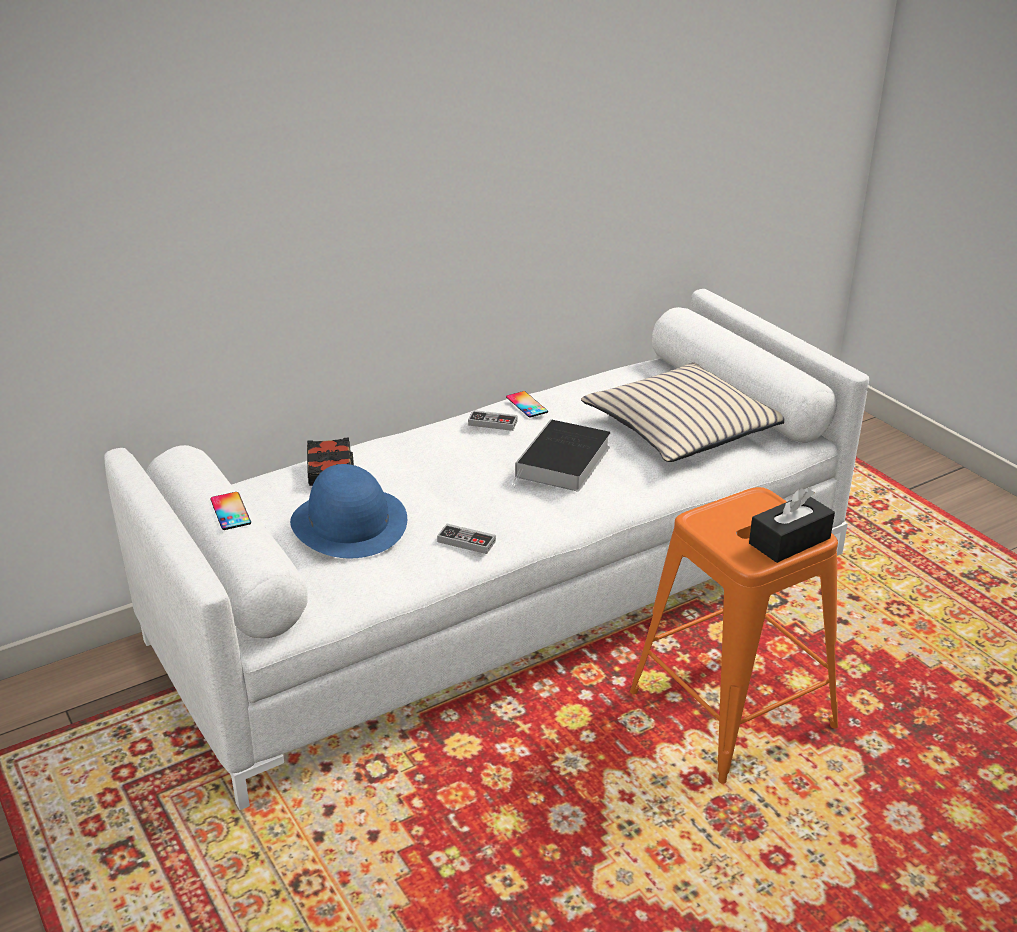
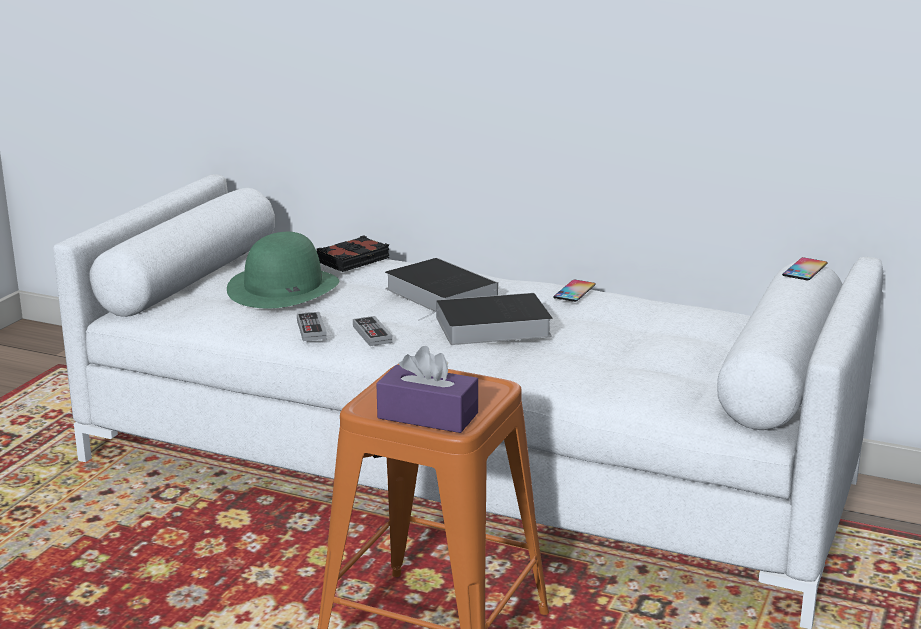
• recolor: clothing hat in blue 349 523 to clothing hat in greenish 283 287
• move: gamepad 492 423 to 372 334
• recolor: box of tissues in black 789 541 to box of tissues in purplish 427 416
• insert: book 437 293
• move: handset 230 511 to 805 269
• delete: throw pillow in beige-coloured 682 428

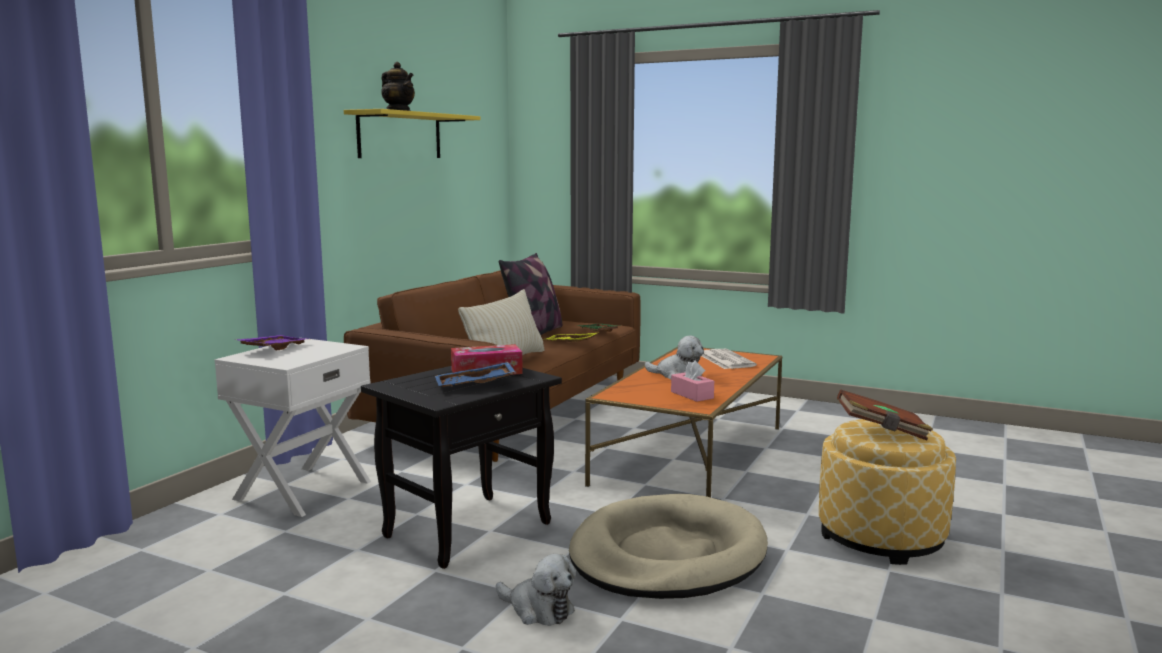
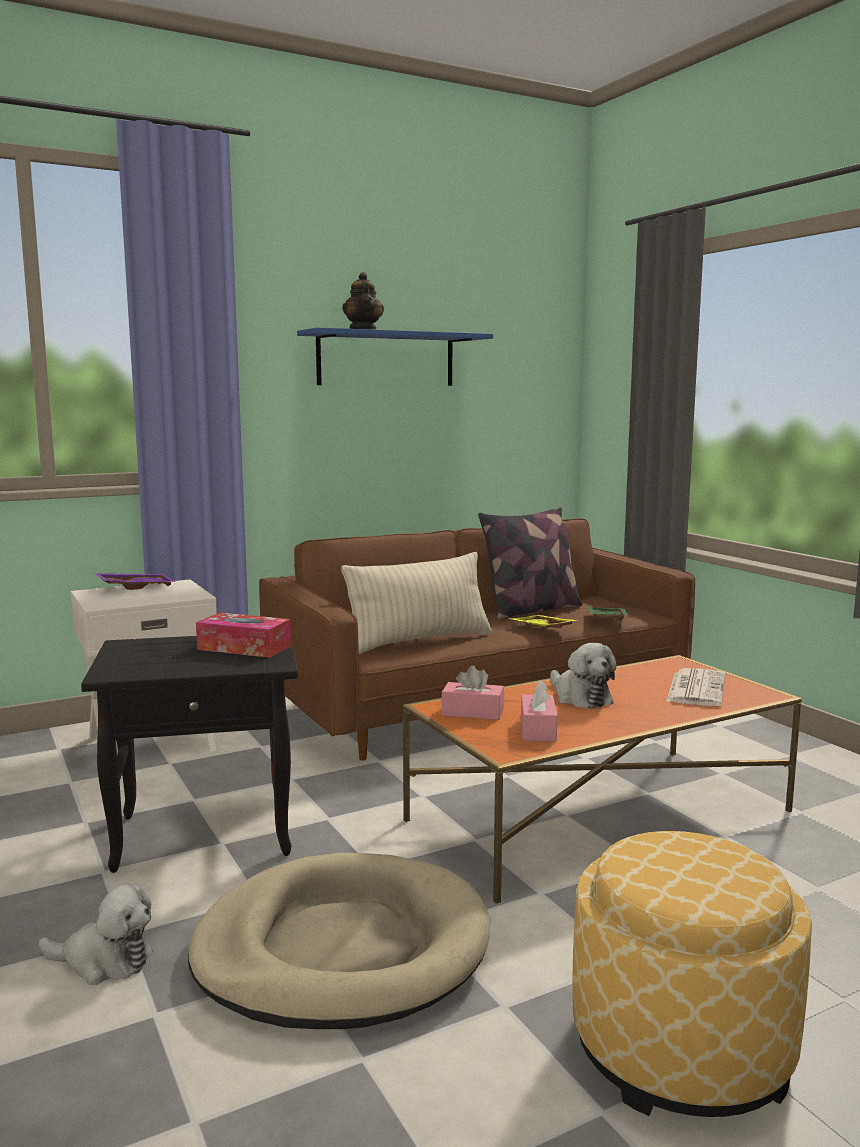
• rotate: cuddly toy 538 609 = 104 961 60 degrees counterclockwise
• recolor: wall shelf in yellowish 400 136 to wall shelf in blue 386 359
• insert: box of tissues in pinkish 472 712
• delete: serving tray in blue 475 385
• delete: book in brown-coloured 882 431

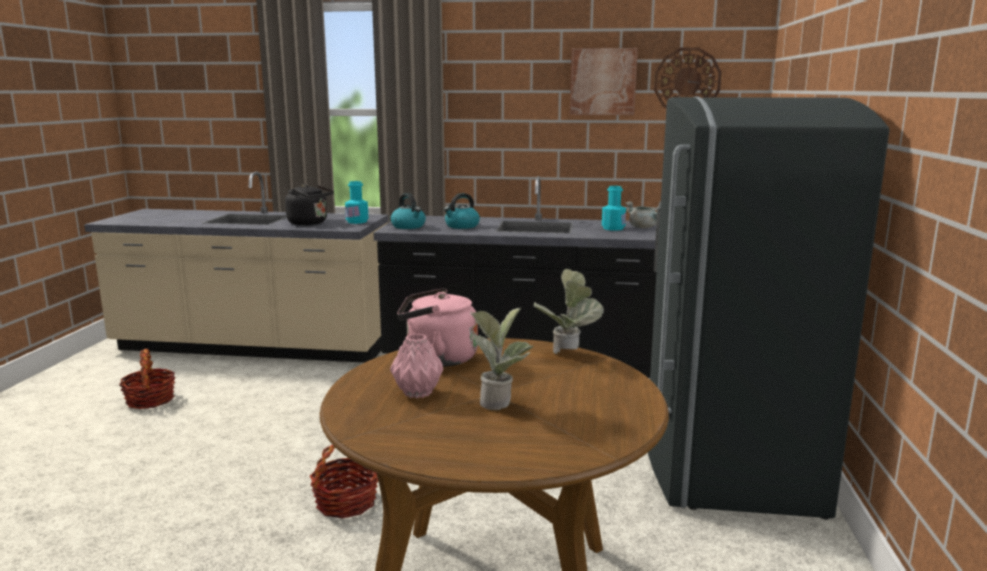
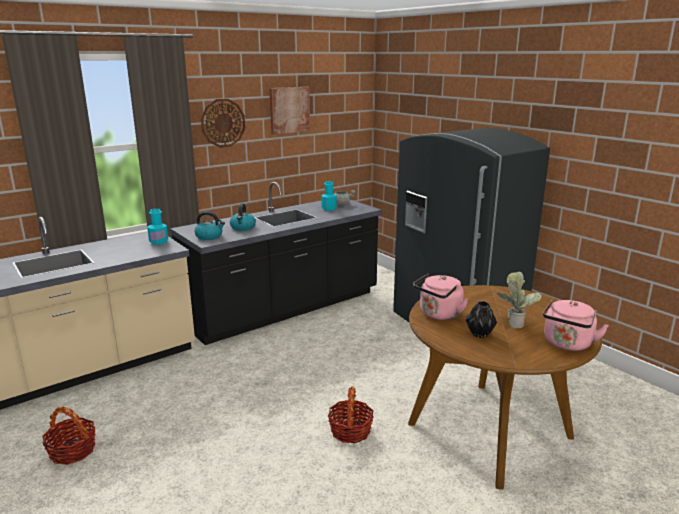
• move: hanging clock 687 81 to 223 123
• recolor: decorative vase in pinkish 418 393 to decorative vase in black 480 334
• insert: tea kettle in pinkish 567 344
• delete: tea kettle in black 310 223
• delete: potted plant 568 355

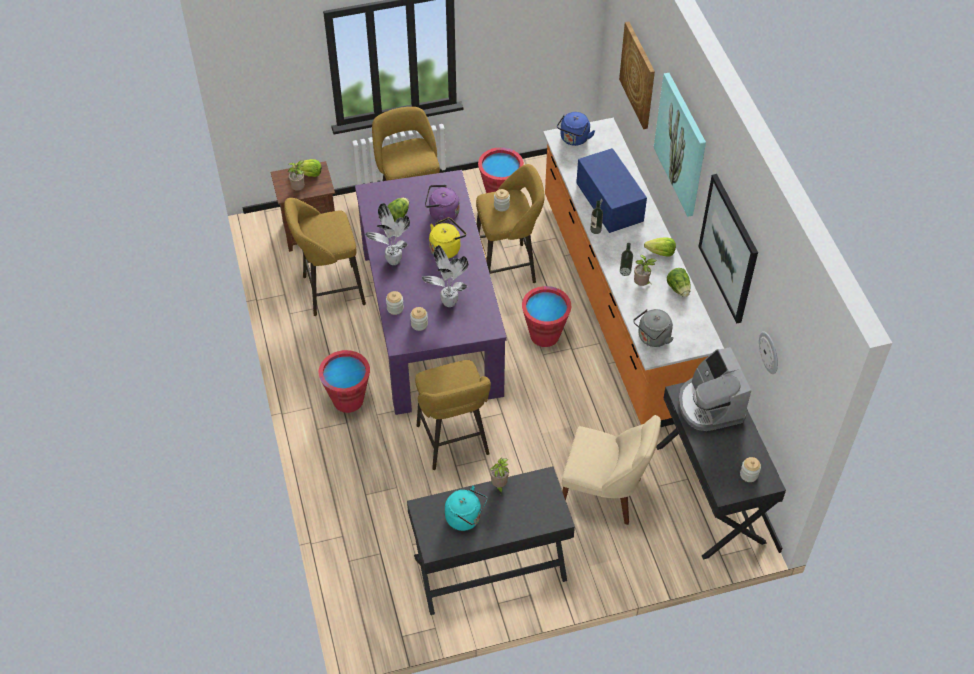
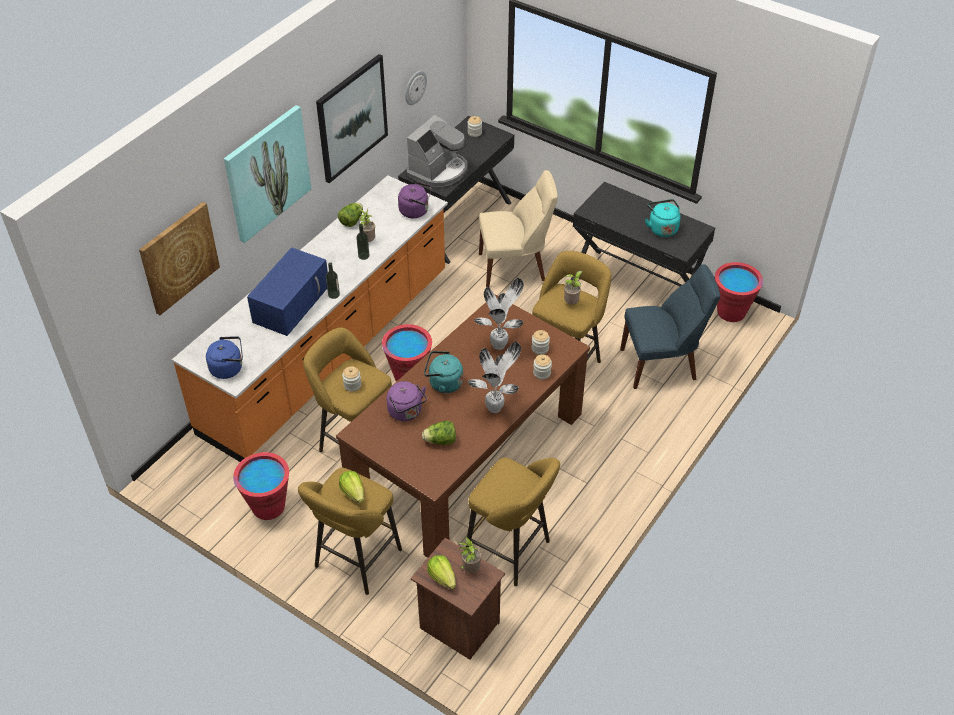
• recolor: dining table in purplish 430 319 to dining table in brown-coloured 467 456
• move: head of lettuce 660 253 to 353 492
• recolor: tea kettle in gray 652 338 to tea kettle in purplish 416 211
• recolor: tea kettle in yellowish 446 248 to tea kettle in turquoise 443 383
• rotate: chair in beige-coloured 604 494 = 515 267 105 degrees clockwise
• move: potted plant 499 485 to 572 303
• insert: chair in blue 662 364
• move: pail in red 348 400 to 731 312

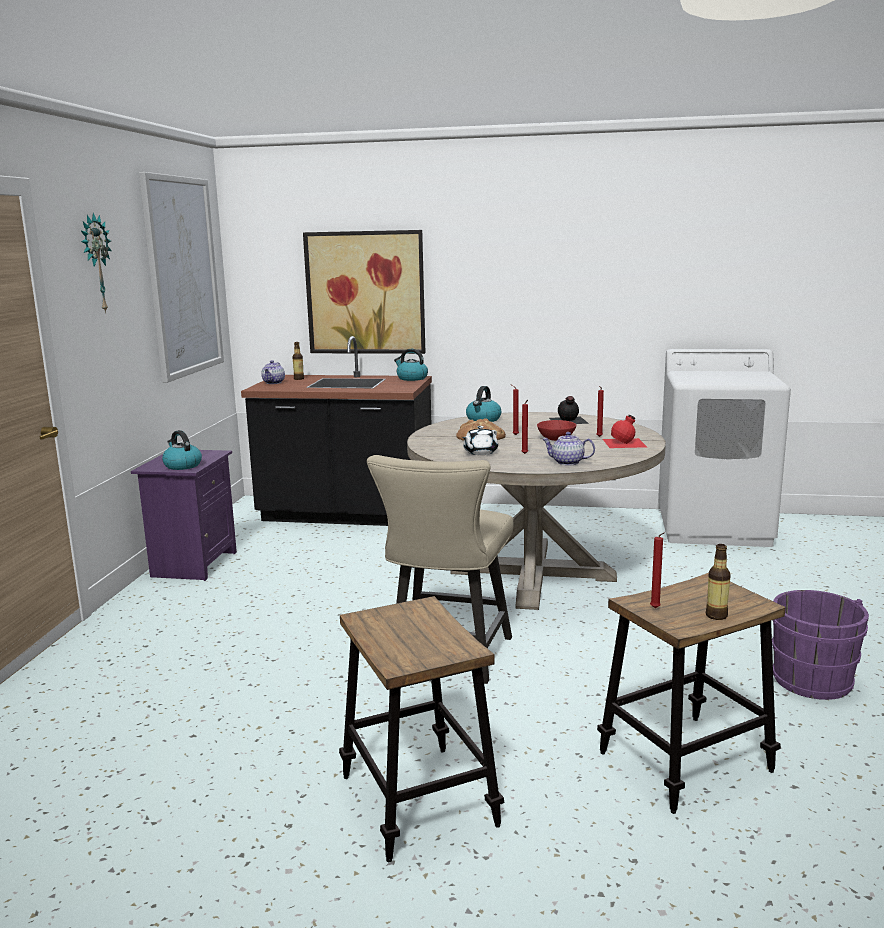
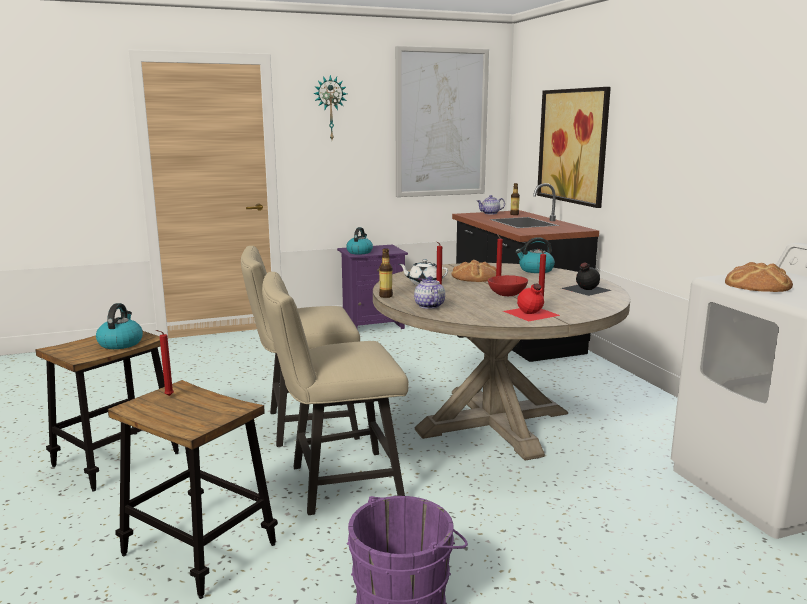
• move: tea kettle 411 378 to 120 343
• insert: chair in beige-coloured 336 484
• move: bottle 716 615 to 386 296
• insert: bread 758 285

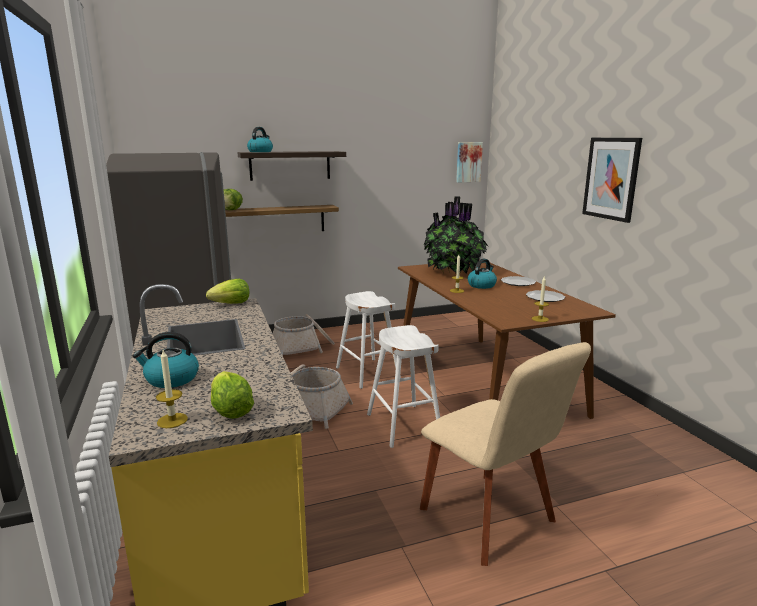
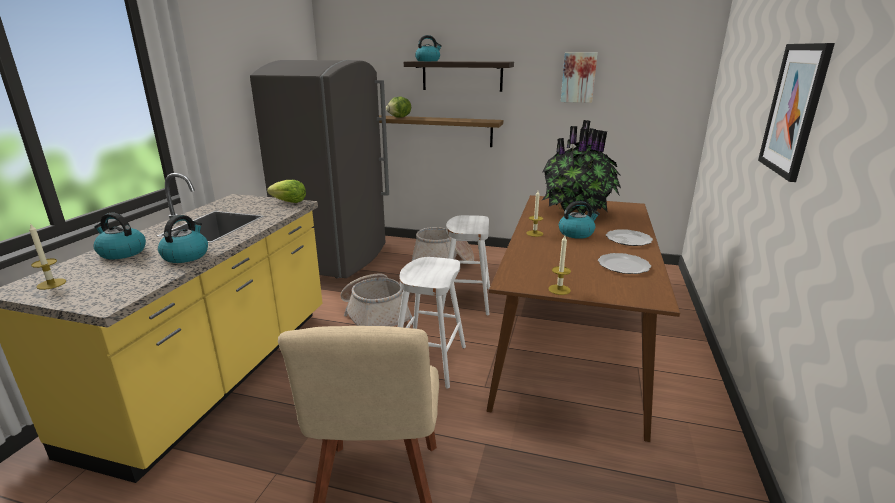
• insert: tea kettle 186 255
• move: picture 468 162 to 578 77
• delete: head of lettuce 231 411

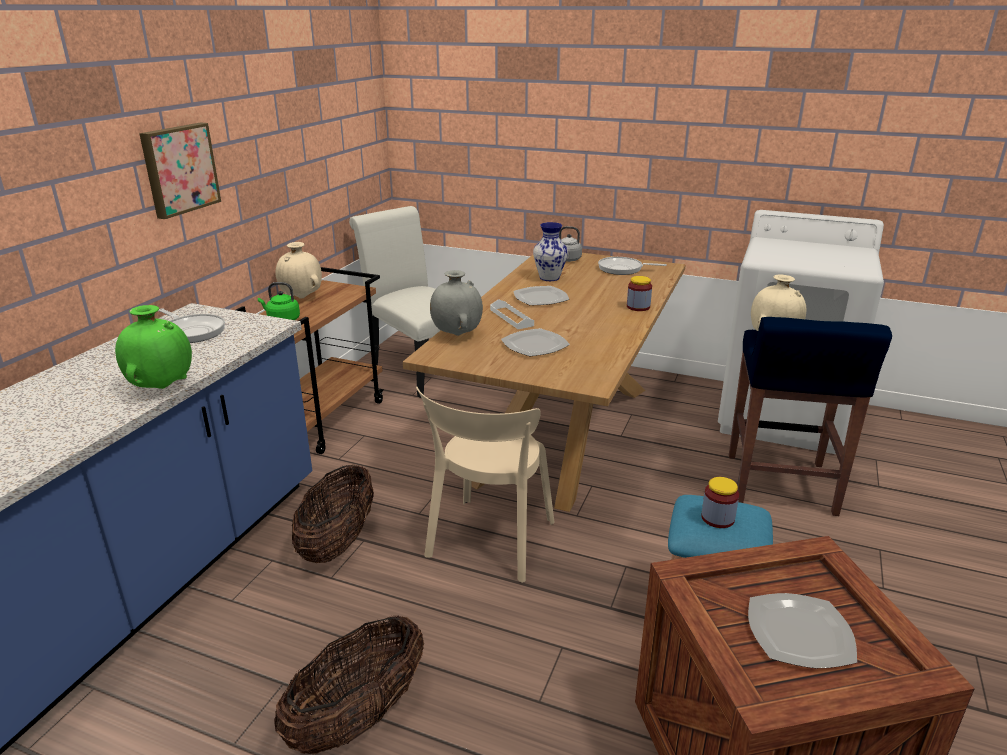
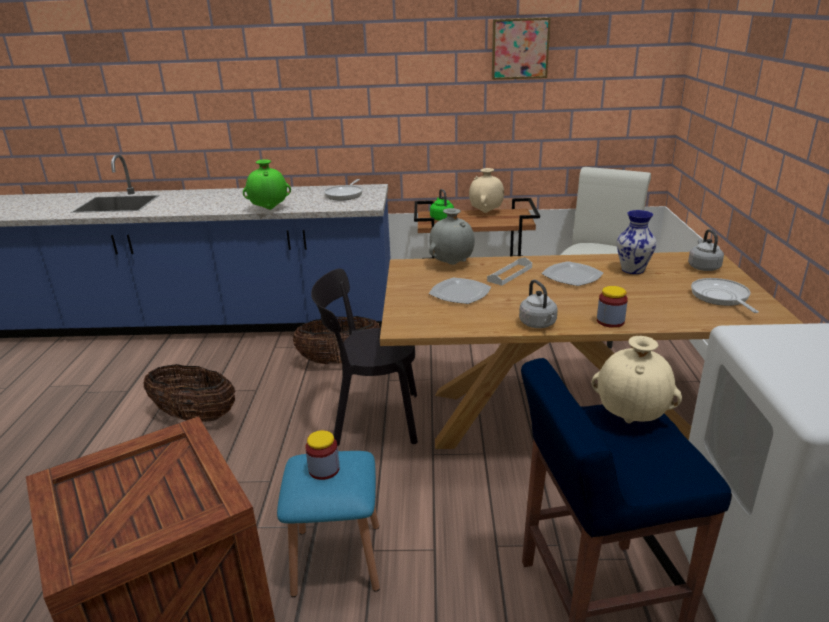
• recolor: chair in beige-coloured 489 542 to chair in black 371 419
• move: picture 179 169 to 519 48
• insert: tea kettle in gray 538 324
• delete: dinner plate 798 632

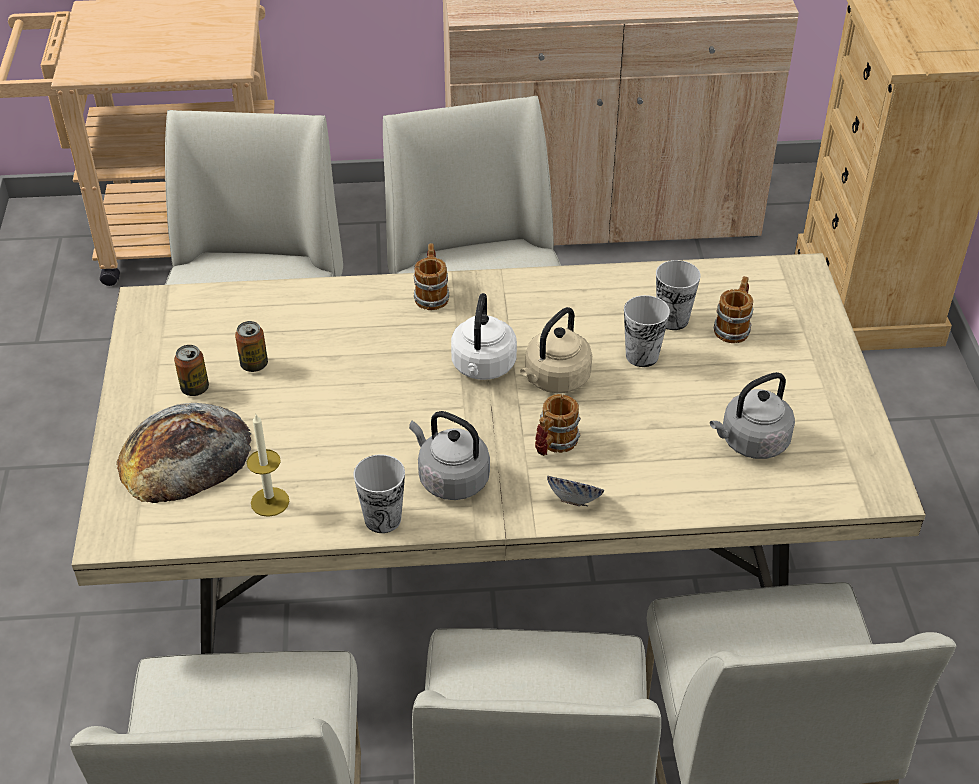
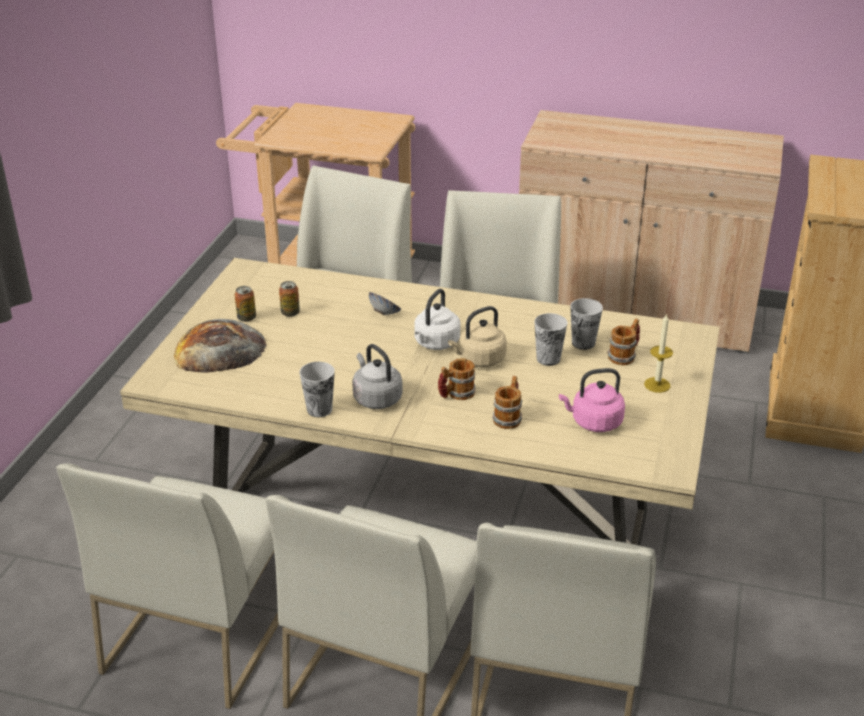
• move: deep dish 574 500 to 384 313
• move: mug 431 294 to 509 417
• recolor: tea kettle in gray 751 442 to tea kettle in pinkish 594 422
• move: wax candle 270 502 to 657 385

